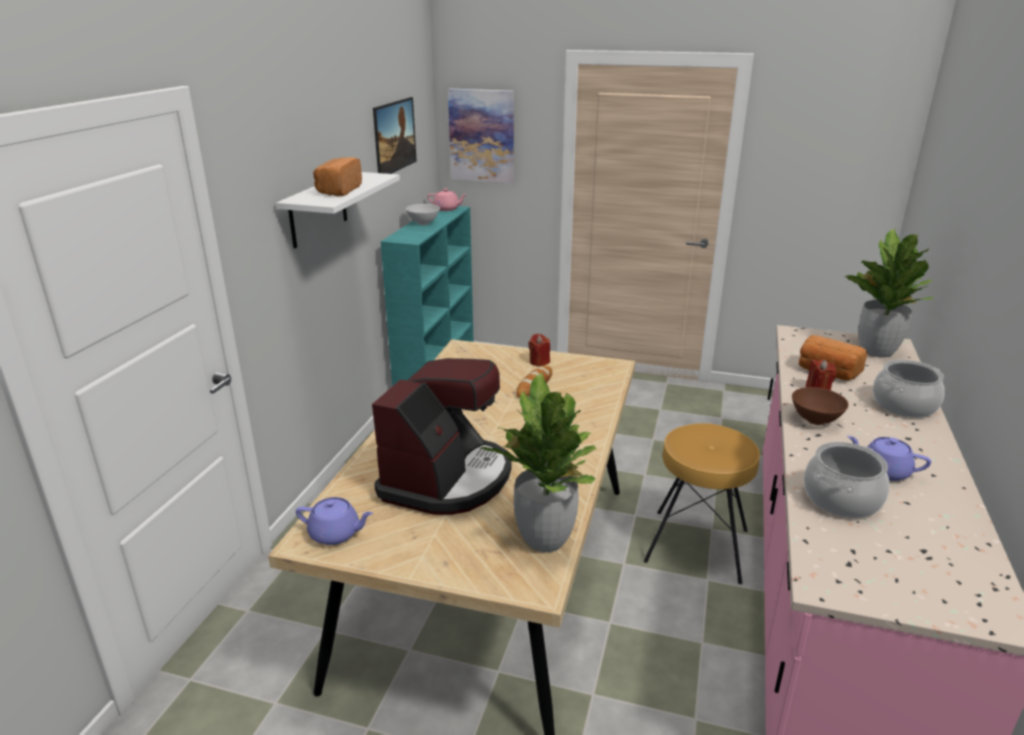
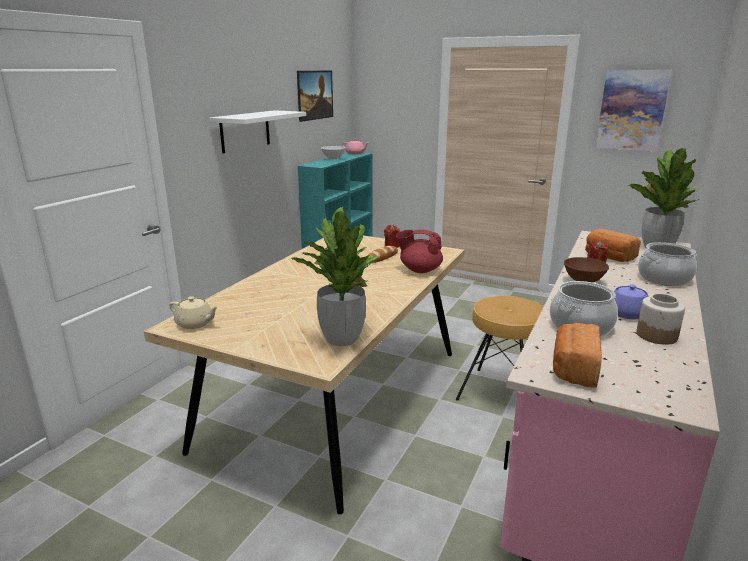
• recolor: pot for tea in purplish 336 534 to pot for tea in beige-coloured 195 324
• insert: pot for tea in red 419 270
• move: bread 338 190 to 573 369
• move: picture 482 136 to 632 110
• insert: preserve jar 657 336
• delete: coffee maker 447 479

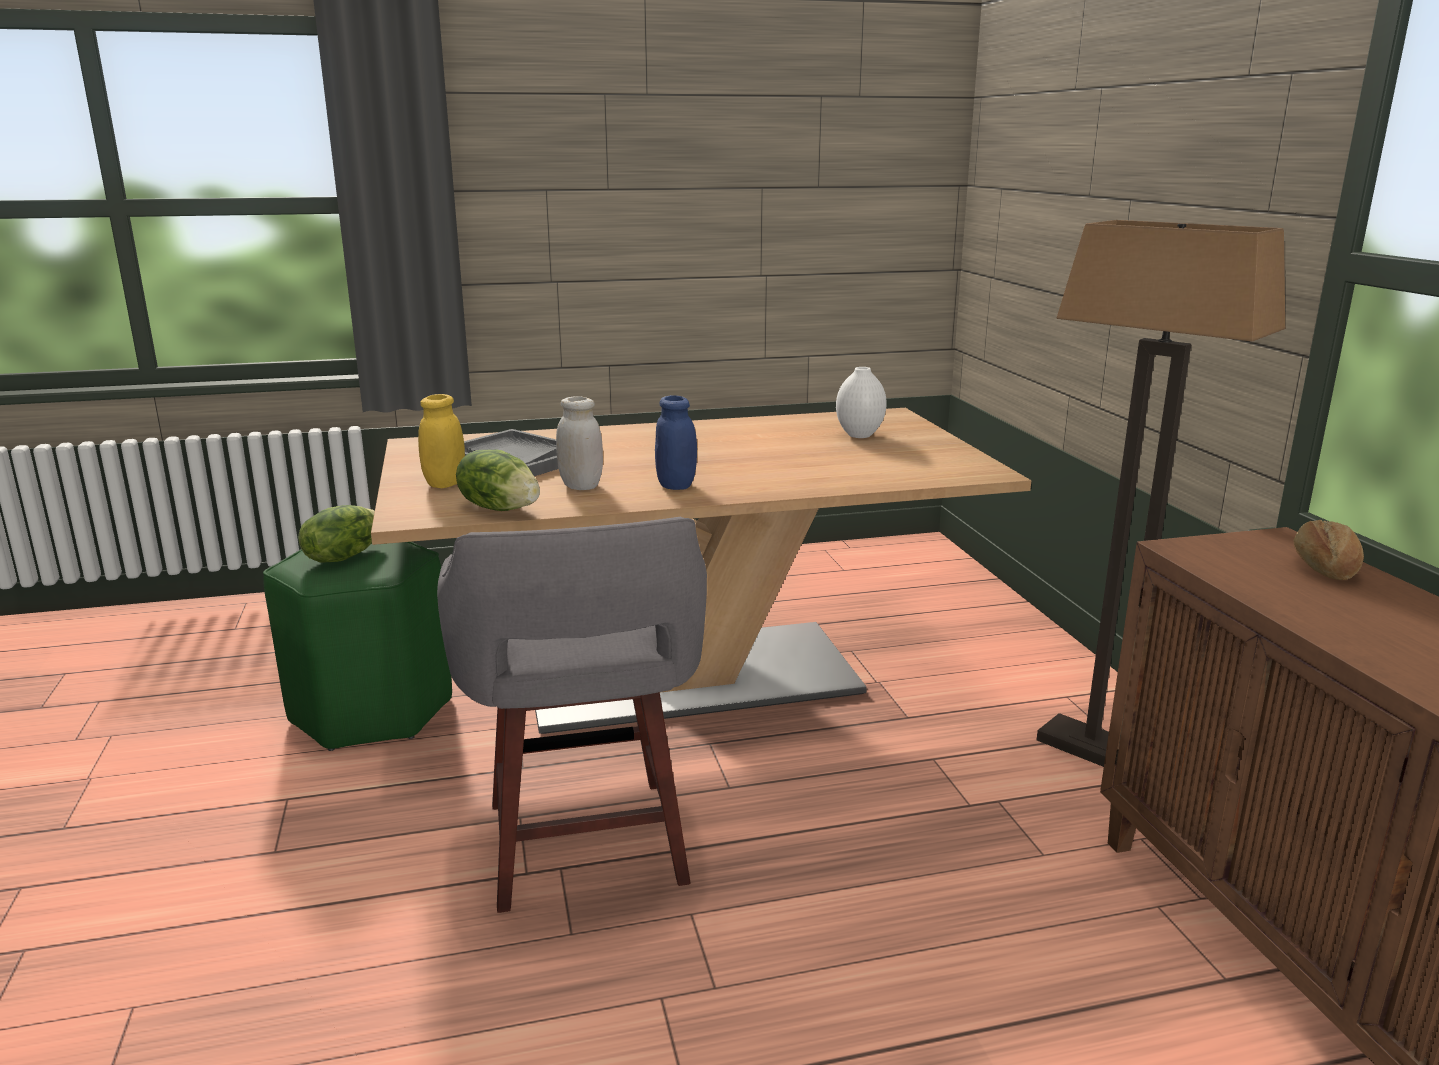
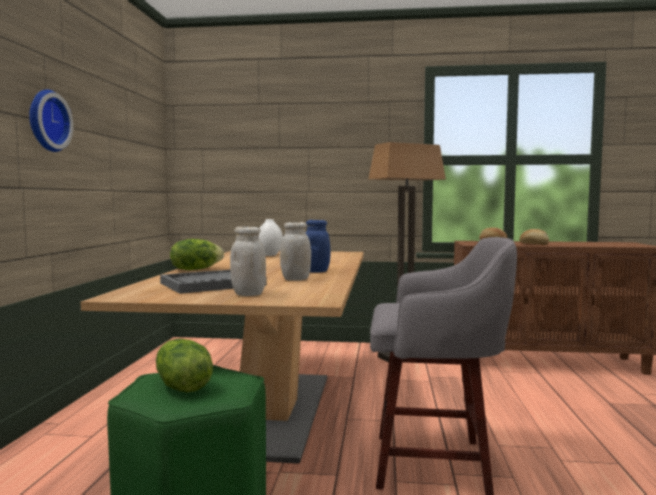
• insert: hanging clock 46 121
• move: head of lettuce 500 508 to 195 269
• recolor: preserve jar in yellowish 445 484 to preserve jar in white-coloured 248 294
• insert: bread 534 244

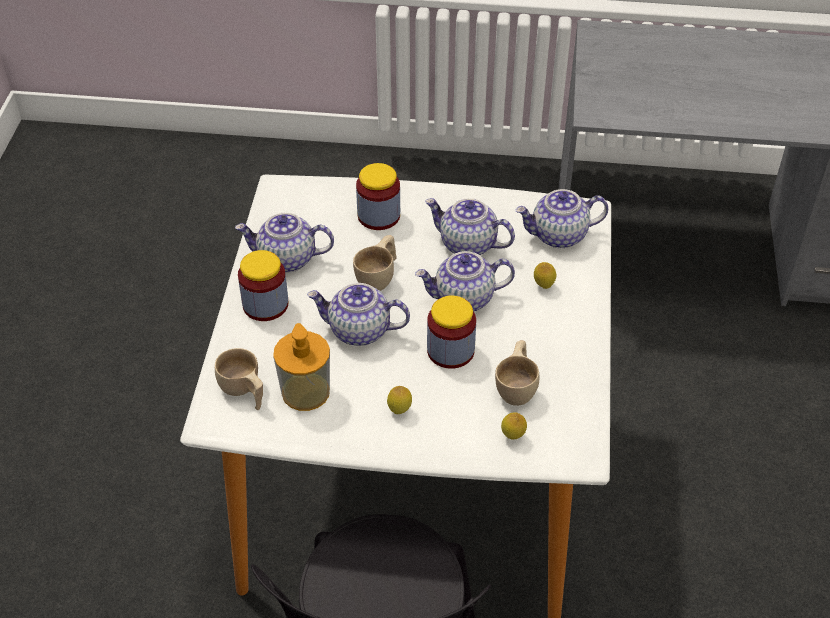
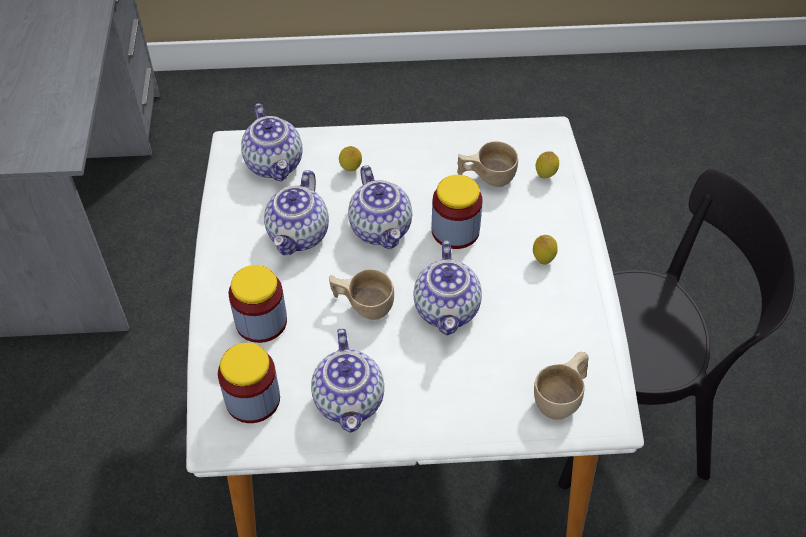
• move: preserve jar 265 304 to 253 399
• delete: soap bottle 305 392

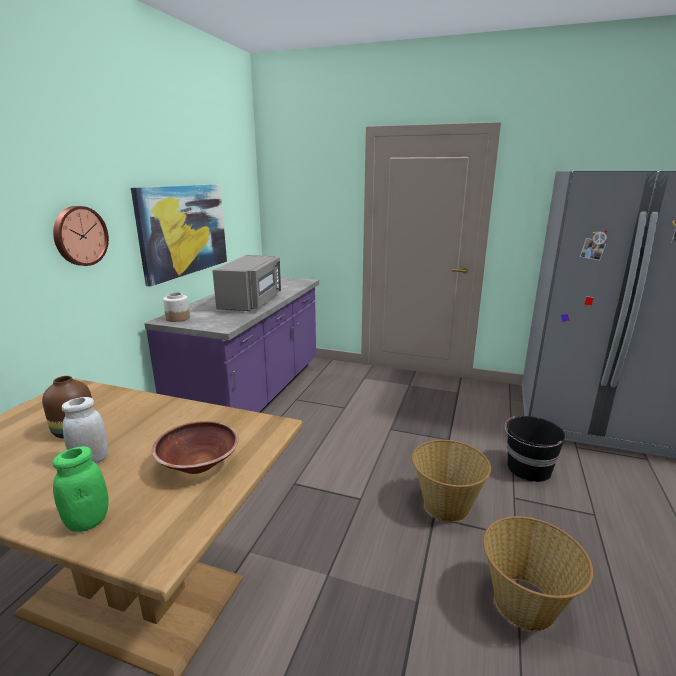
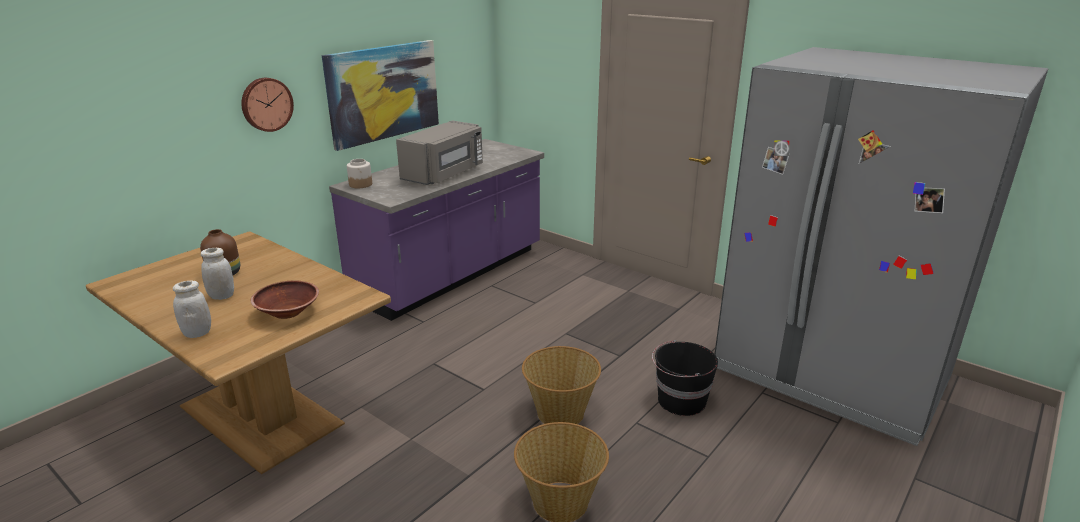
• recolor: preserve jar in greenish 88 521 to preserve jar in white-coloured 197 333

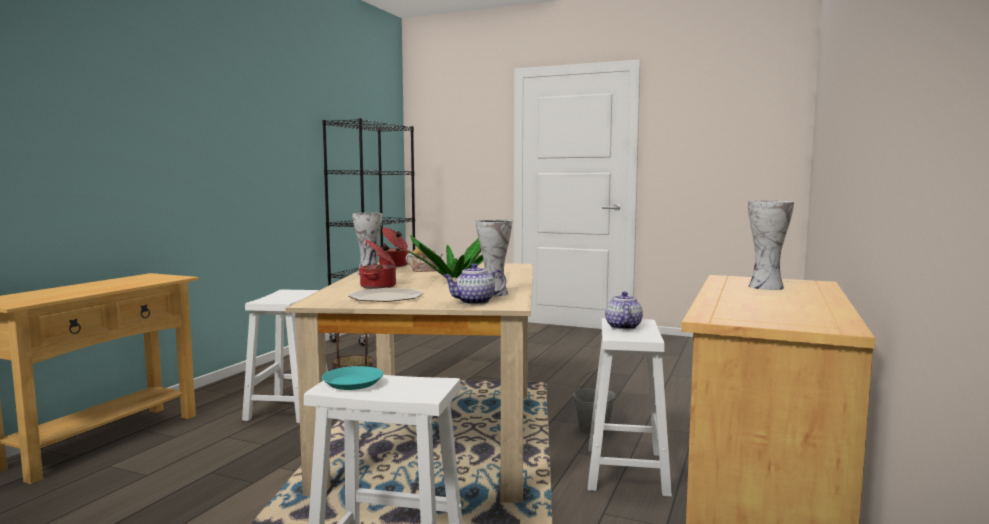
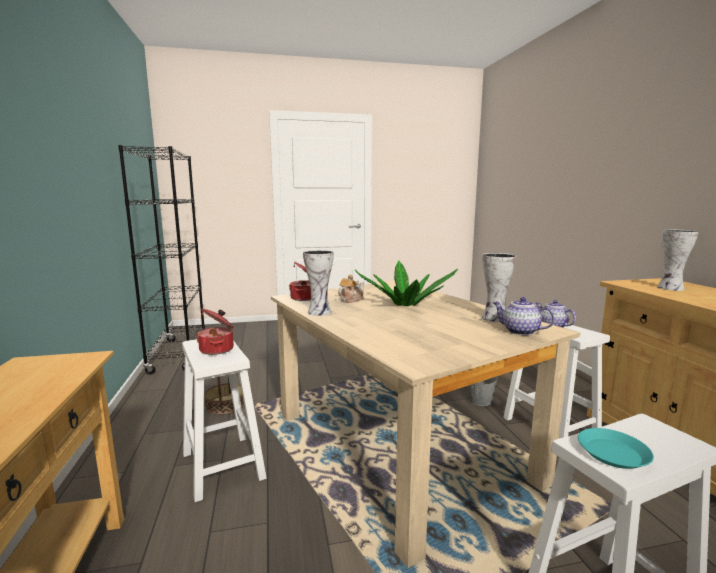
• move: saucepot 379 286 to 218 349
• rotate: pot for tea 474 302 = 519 331 90 degrees clockwise
• delete: dinner plate 387 297

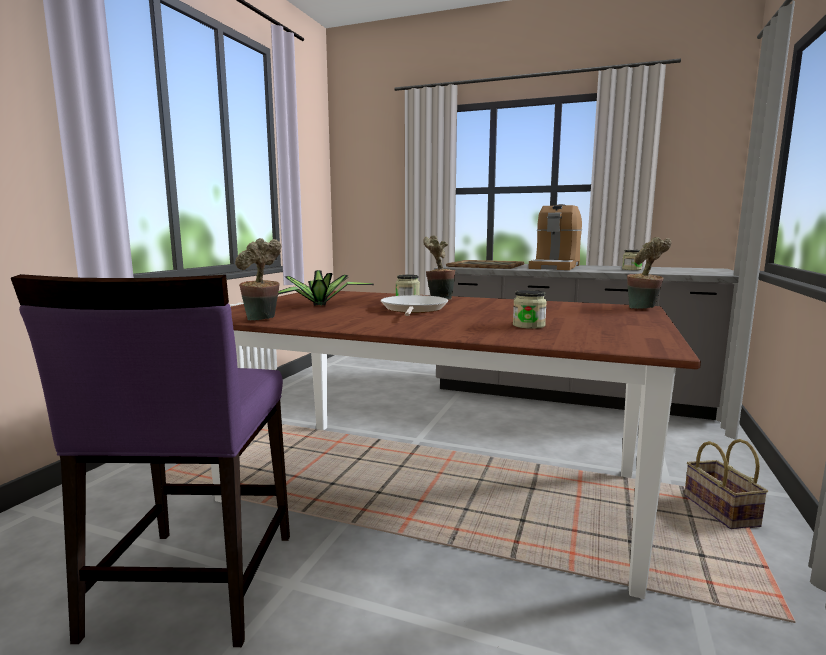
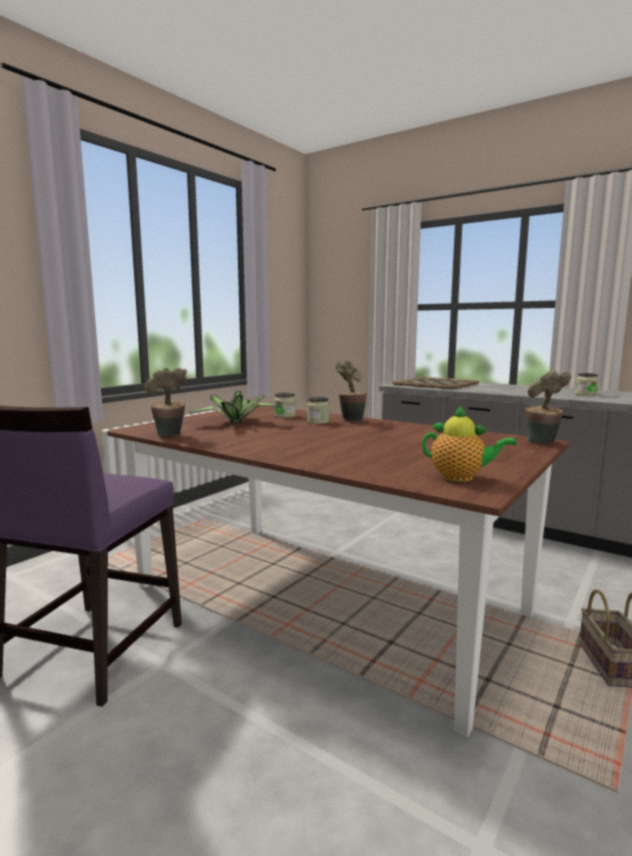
• move: preserve jar 528 325 to 285 416
• insert: pot for tea 461 477
• delete: skillet 413 309
• delete: coffee maker 555 267

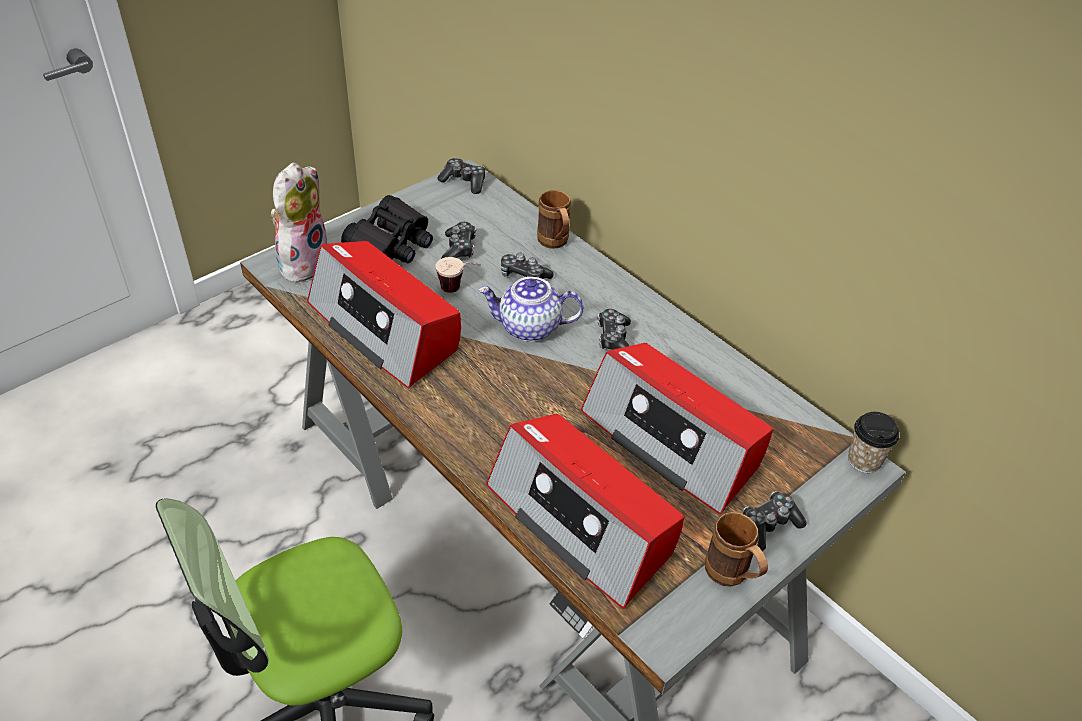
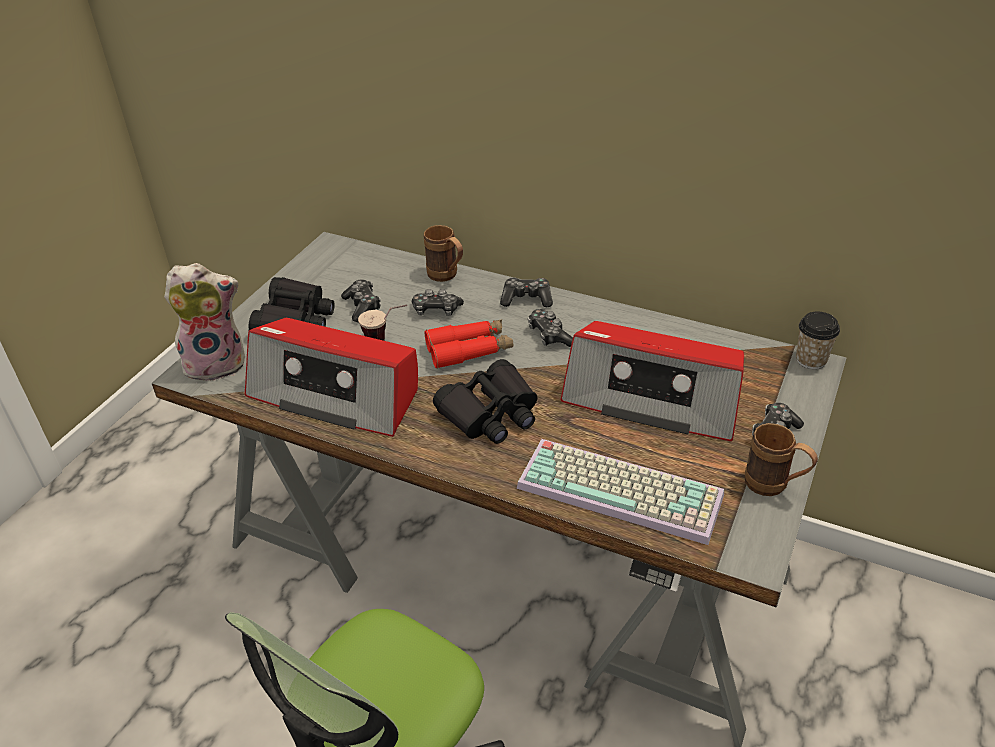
• rotate: cuddly toy 303 262 = 217 363 75 degrees clockwise
• replace: pot for tea 529 327 to binoculars in red 469 350
• insert: binoculars in black 490 414
• move: gamepad 464 181 to 526 299
• replace: radio receiver 582 521 to PC keyboard 623 489

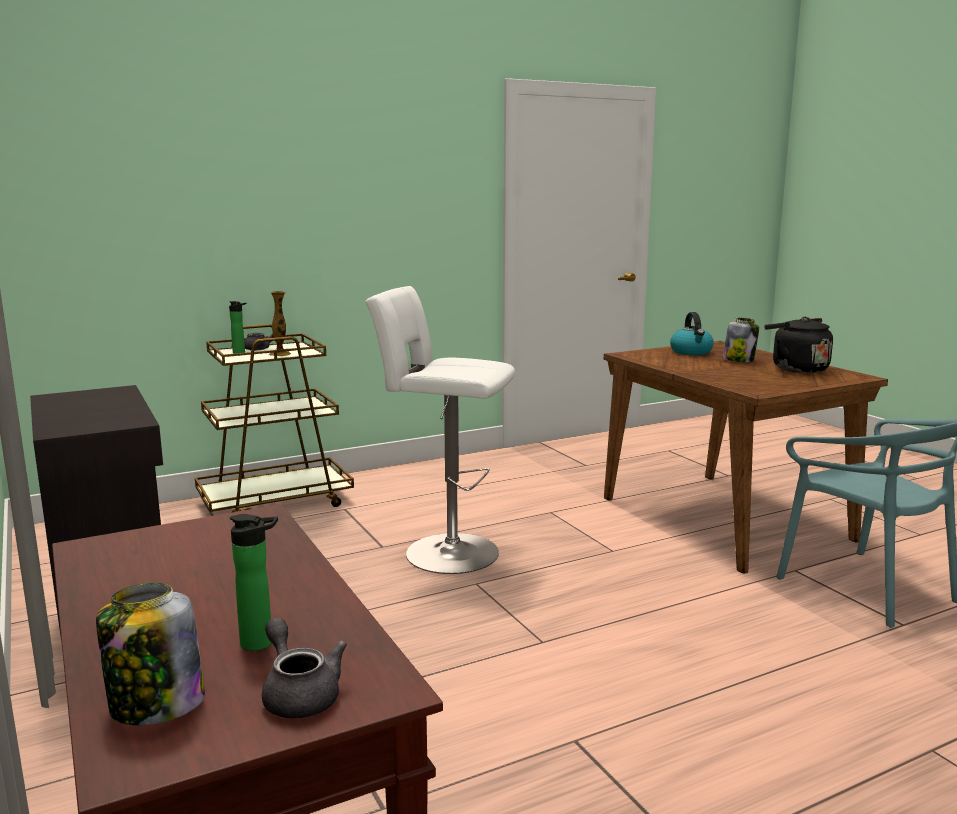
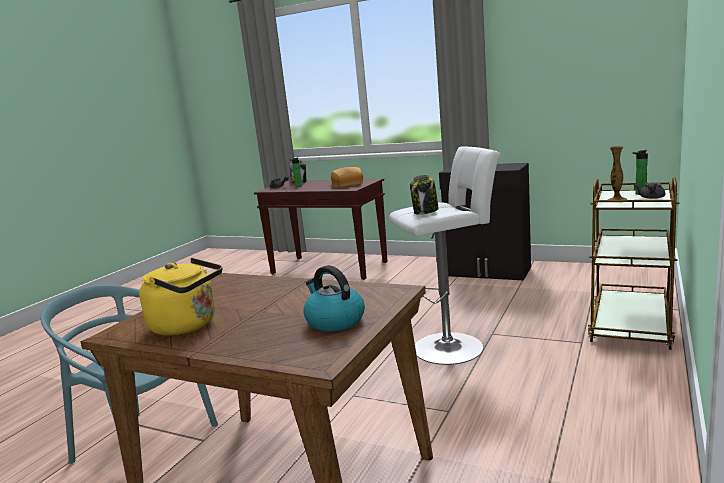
• recolor: tea kettle in black 796 369 to tea kettle in yellowish 188 325
• insert: bread 347 184
• move: preserve jar 739 360 to 425 212

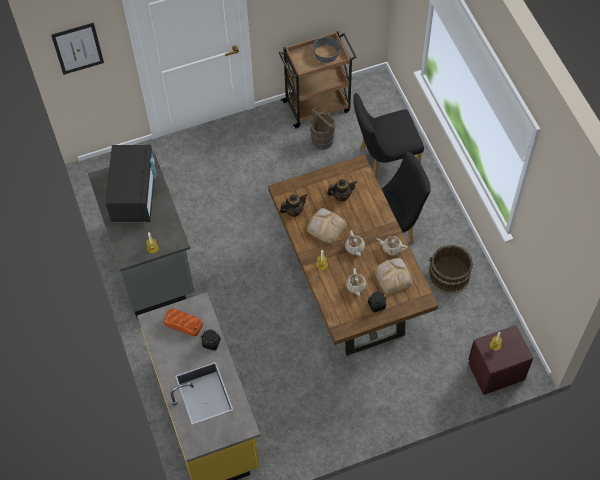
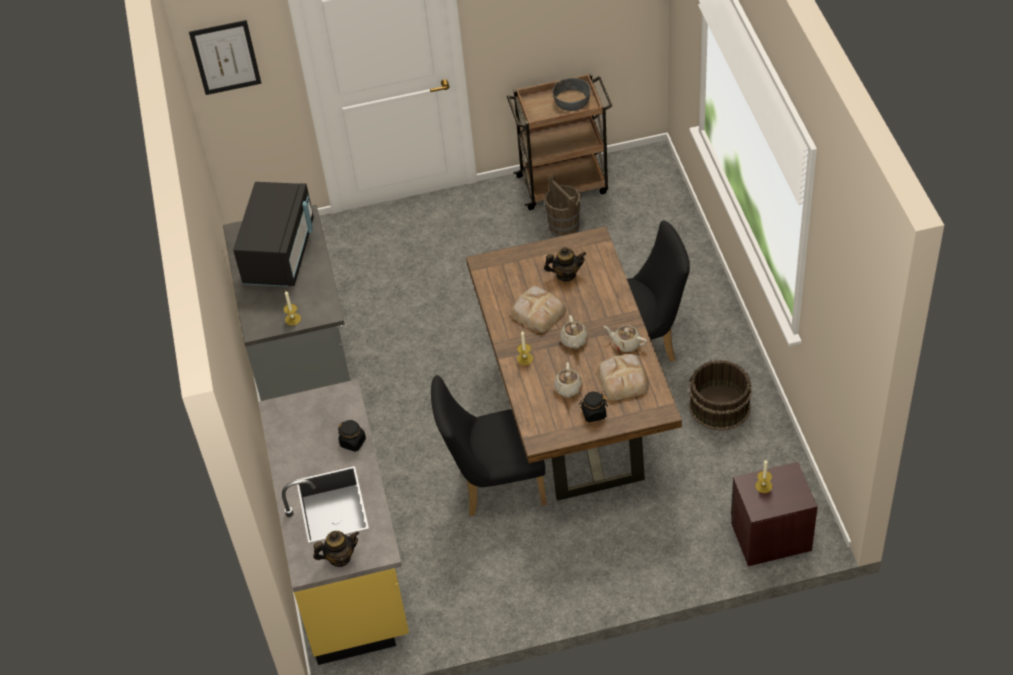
• move: pot for tea 293 211 to 339 557
• move: chair in black 384 160 to 494 485
• delete: bread 183 323

